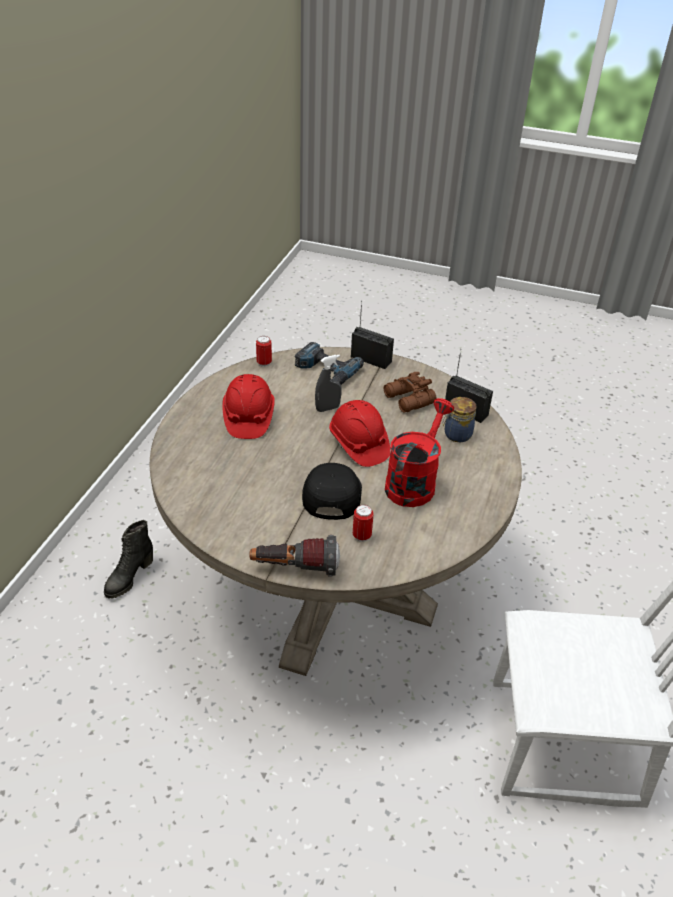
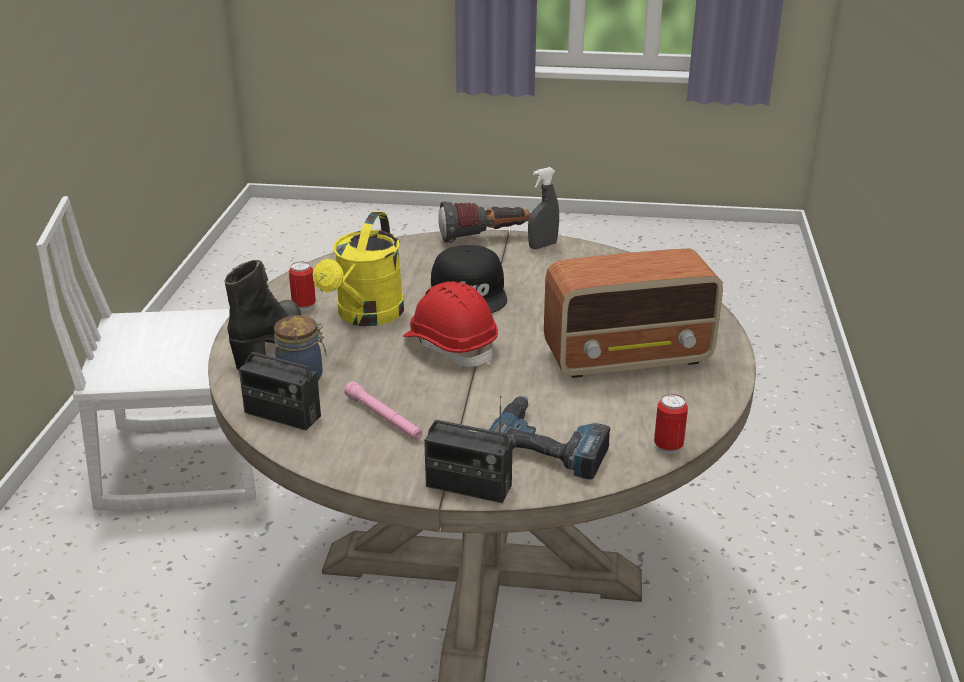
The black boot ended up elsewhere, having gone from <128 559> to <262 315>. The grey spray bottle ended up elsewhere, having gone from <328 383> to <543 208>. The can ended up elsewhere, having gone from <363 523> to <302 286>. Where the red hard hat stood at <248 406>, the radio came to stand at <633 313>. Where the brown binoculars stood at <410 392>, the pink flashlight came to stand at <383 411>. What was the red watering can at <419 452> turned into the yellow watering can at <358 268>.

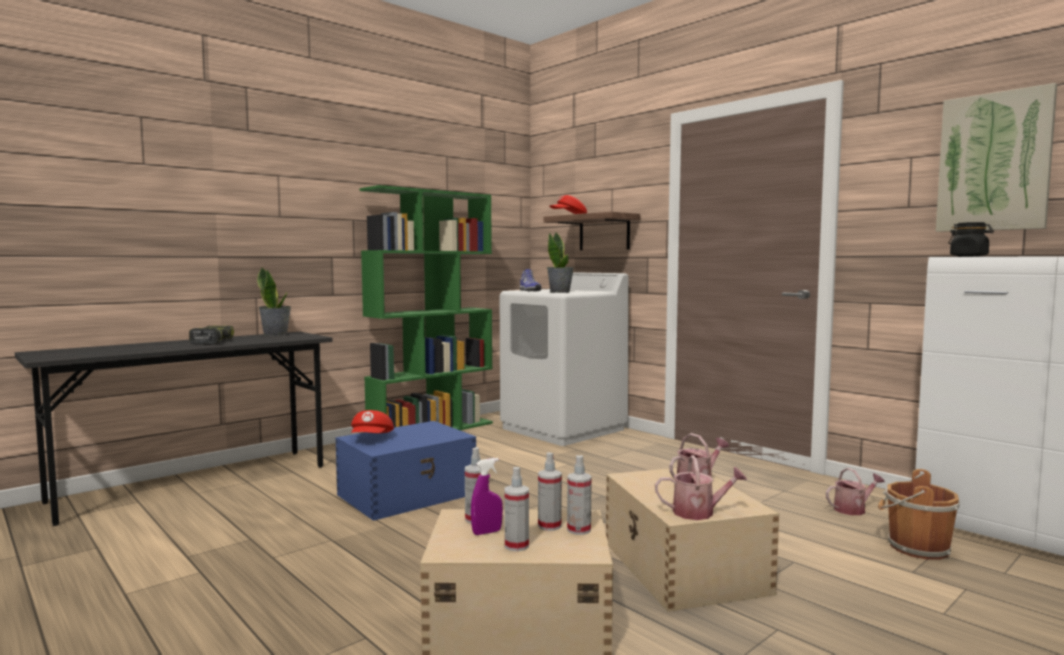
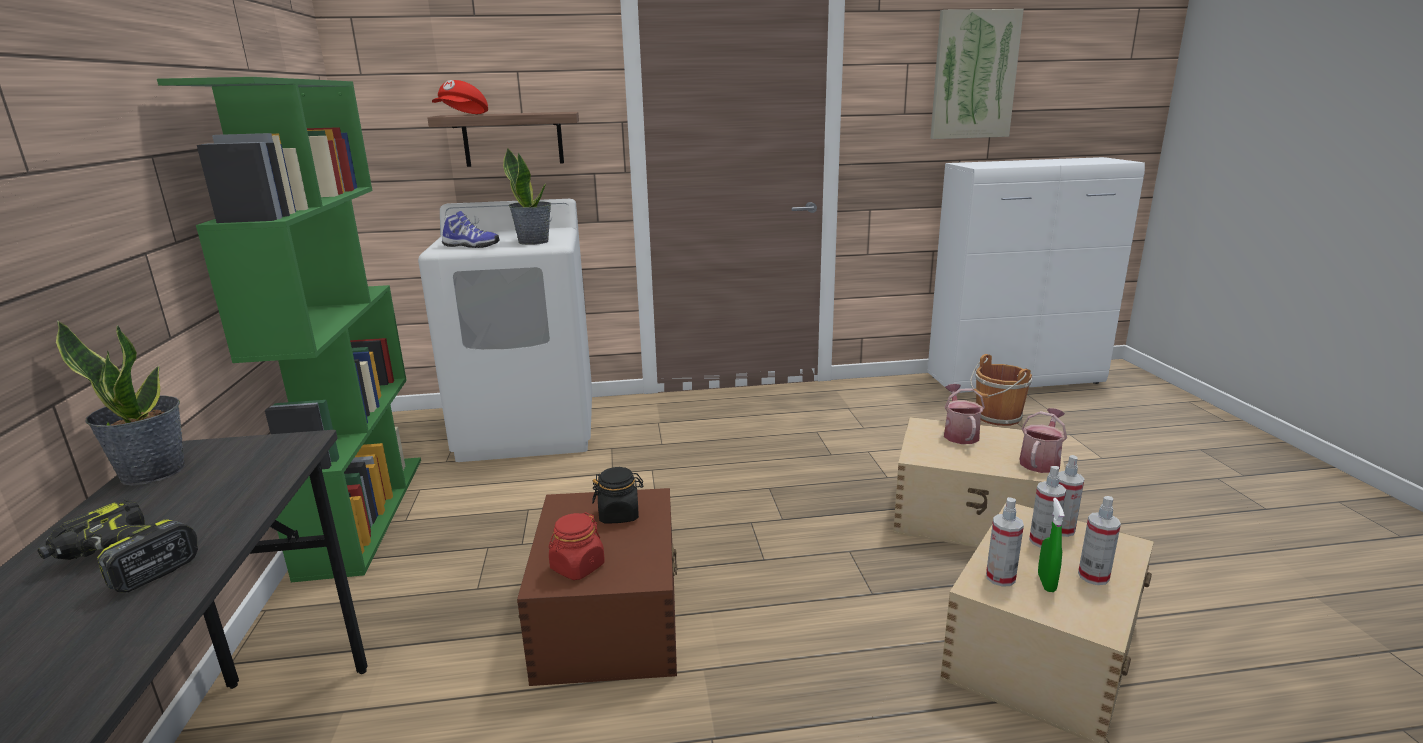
The second view lost the watering can at <855 491>. The black jar ended up elsewhere, having gone from <971 239> to <618 495>. Where the red cap stood at <372 421>, the red jar came to stand at <577 546>. What was the blue storage box at <405 471> turned into the brown storage box at <597 587>. What was the purple spray bottle at <487 496> turned into the green spray bottle at <1051 545>.

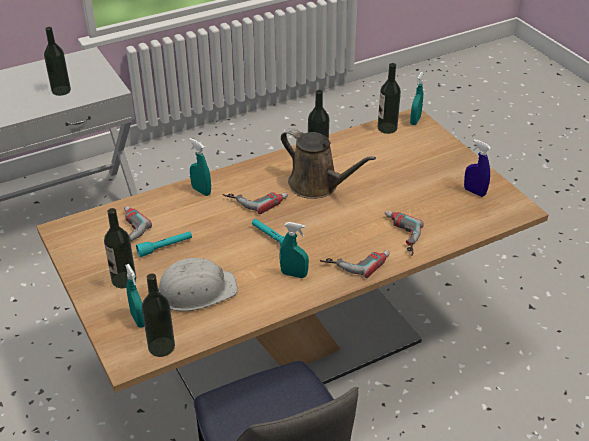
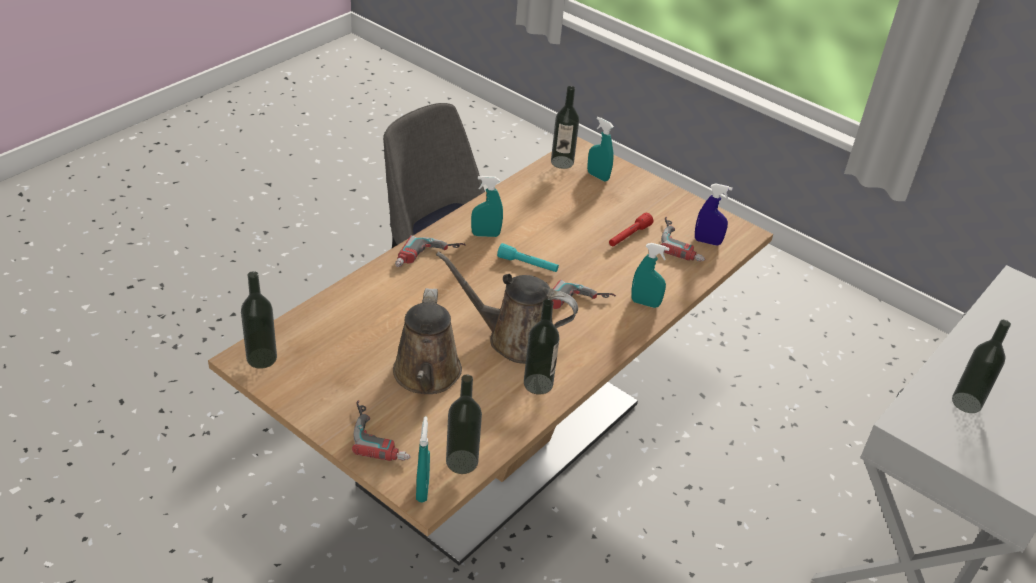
The second view lost the white hard hat at <198 284>. The second view gained the brown watering can at <427 341>. The bottle ended up elsewhere, having gone from <120 248> to <259 320>. The power drill ended up elsewhere, having gone from <404 233> to <381 430>. The blue spray bottle ended up elsewhere, having gone from <477 168> to <714 214>. What was the turquoise flashlight at <164 244> turned into the red flashlight at <631 230>.

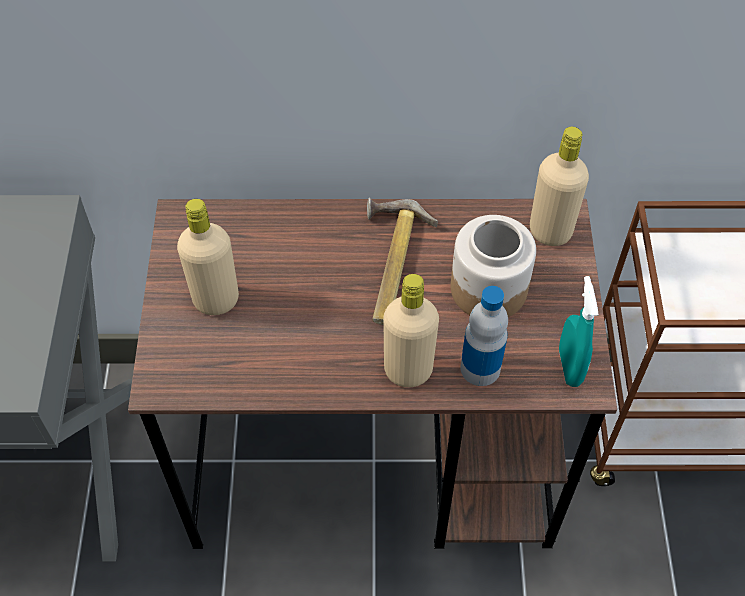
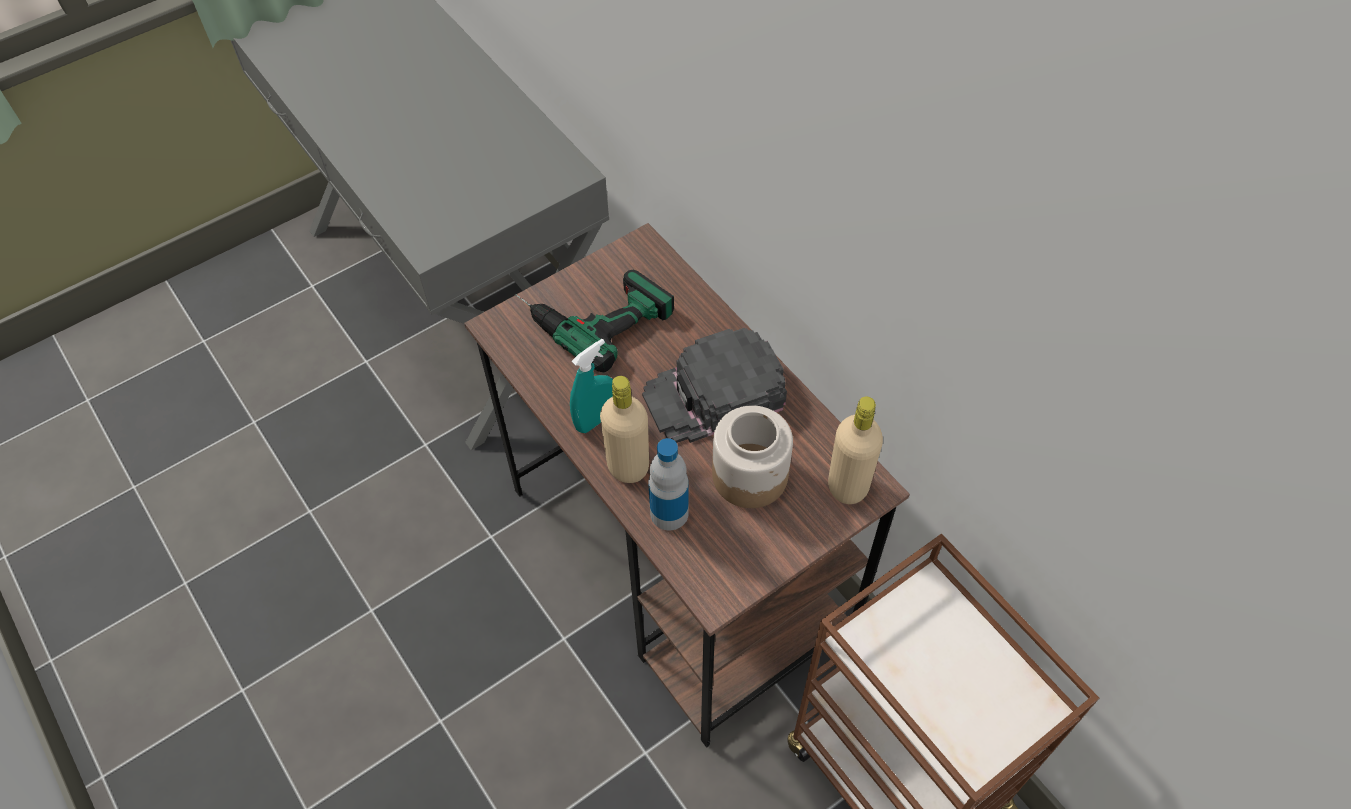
The turquoise spray bottle ended up elsewhere, having gone from <579 331> to <591 386>. Where the beige bottle stood at <208 257>, the power drill came to stand at <594 321>. Where the hammer stood at <402 261>, the black cap came to stand at <714 385>.

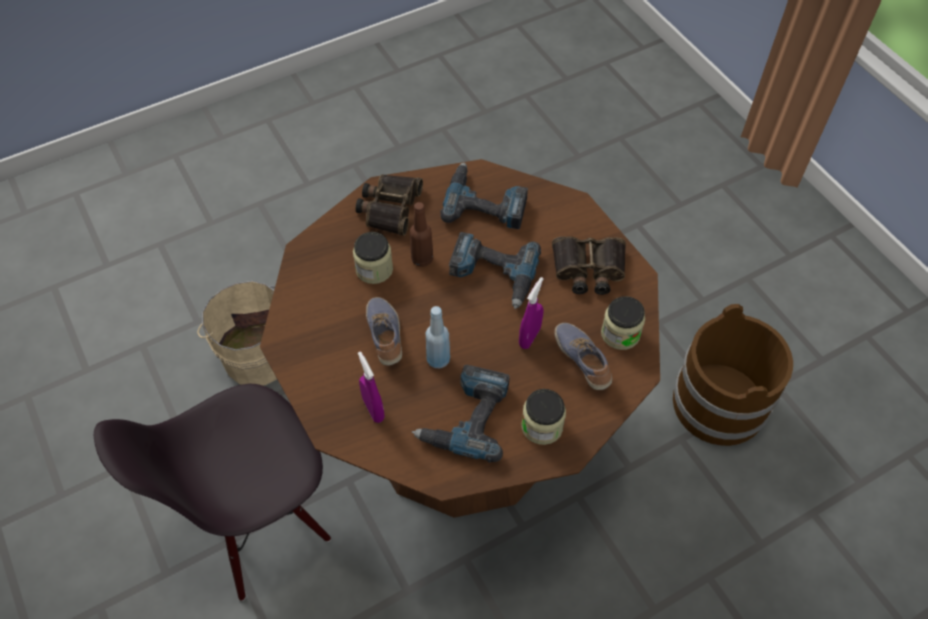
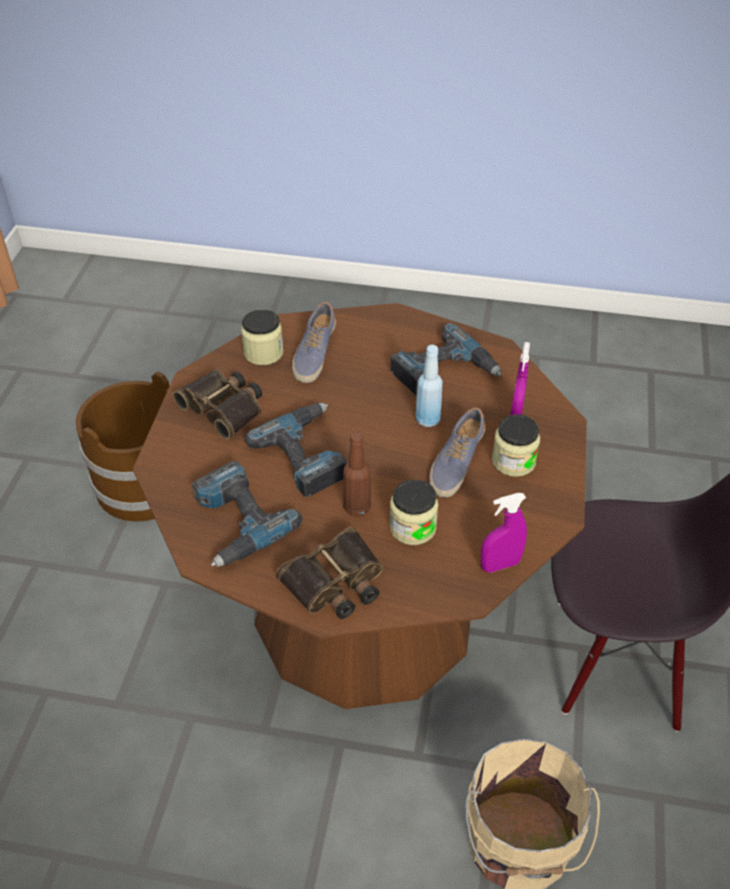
The purple spray bottle ended up elsewhere, having gone from <531 313> to <504 533>. The jar ended up elsewhere, having gone from <543 417> to <516 445>.

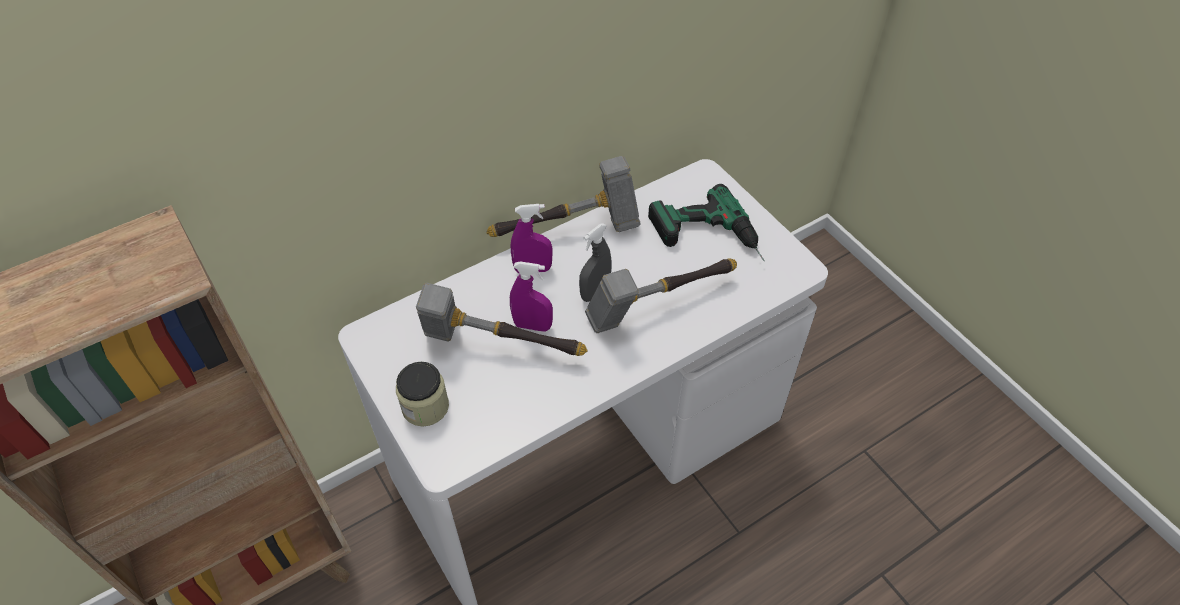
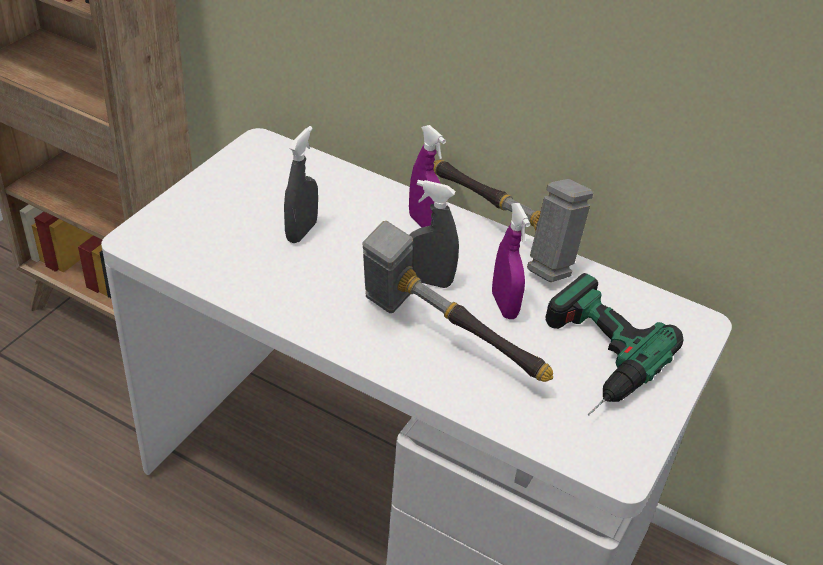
The second view lost the jar at <422 394>. The purple spray bottle ended up elsewhere, having gone from <531 296> to <511 261>. Where the hammer stood at <501 319>, the grey spray bottle came to stand at <301 184>.

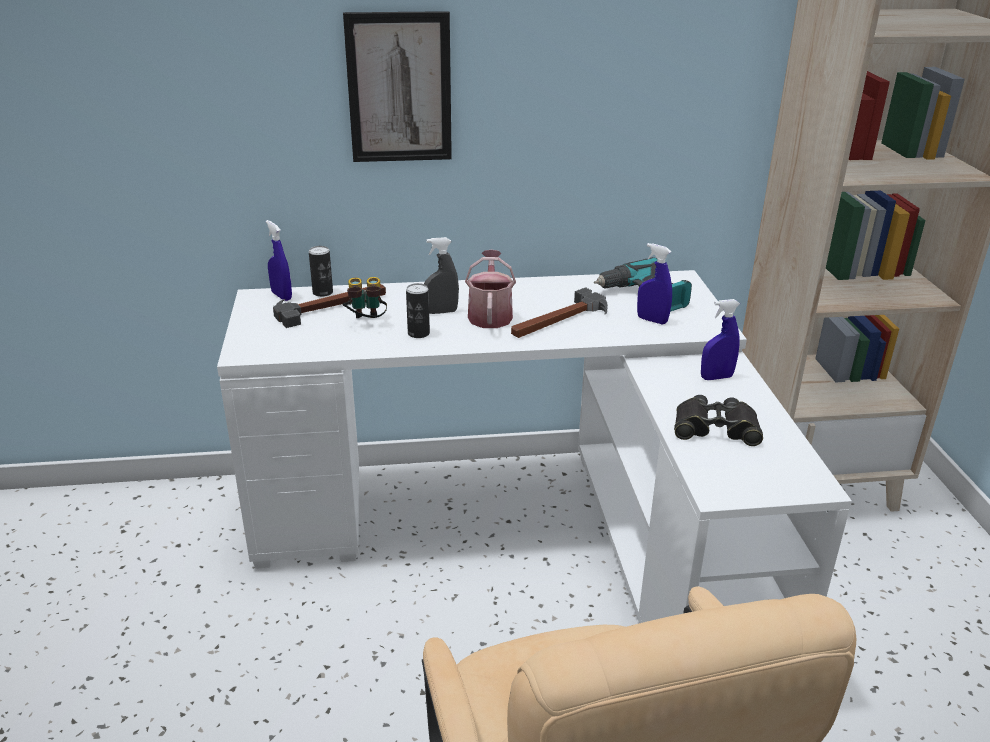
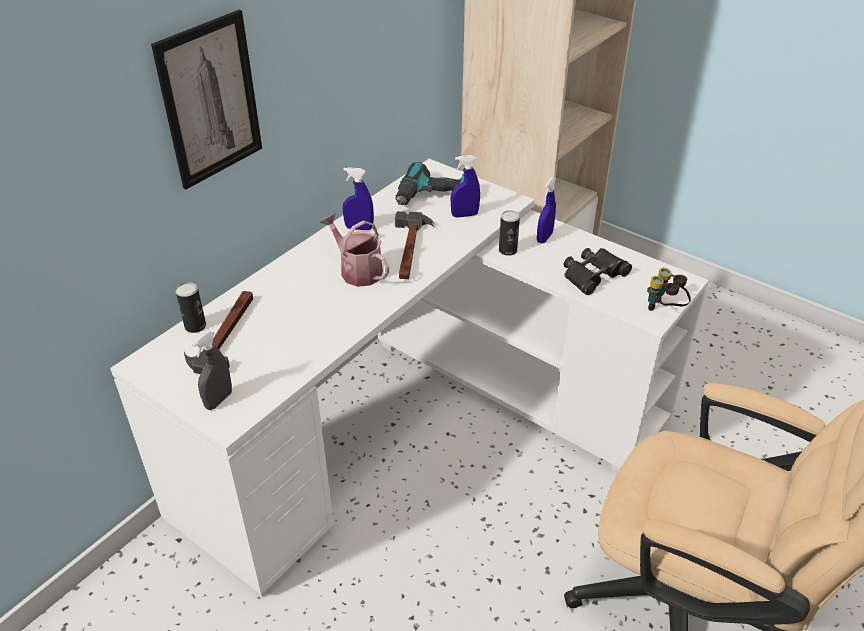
The blue spray bottle ended up elsewhere, having gone from <279 260> to <358 198>. The binoculars ended up elsewhere, having gone from <365 297> to <669 289>. The can ended up elsewhere, having gone from <418 310> to <509 233>. The grey spray bottle ended up elsewhere, having gone from <441 275> to <212 370>.

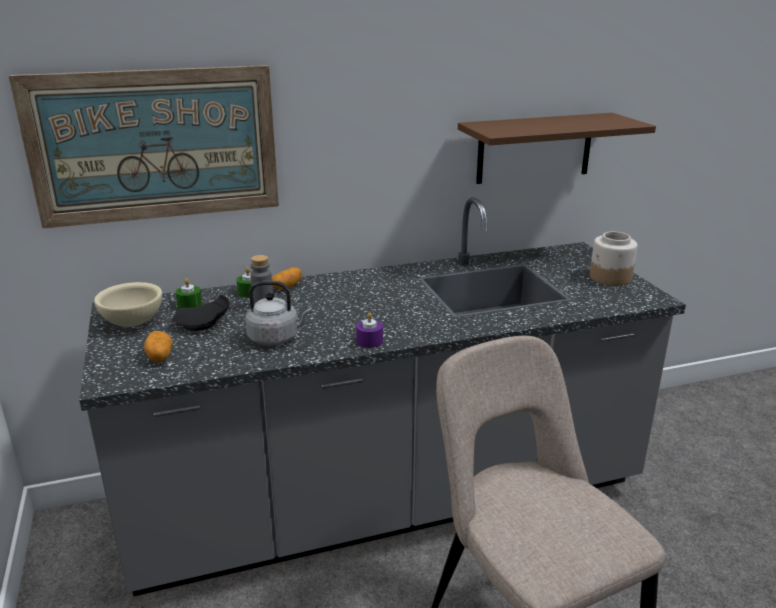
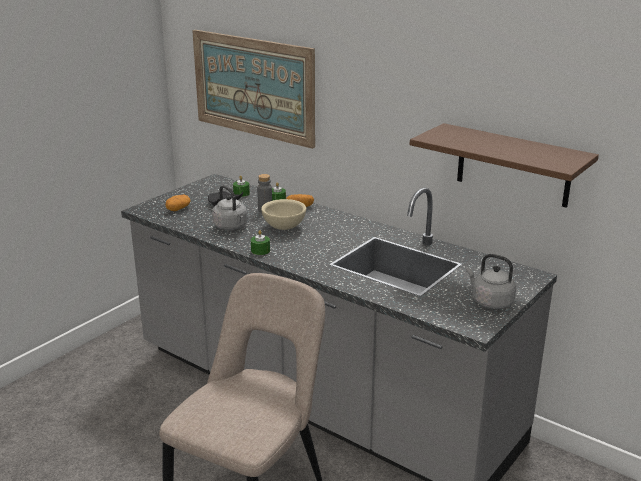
The beige bowl ended up elsewhere, having gone from <128 304> to <283 214>. Where the jar stood at <613 259>, the grey kettle came to stand at <491 281>. What was the purple candle at <369 330> turned into the green candle at <260 242>.

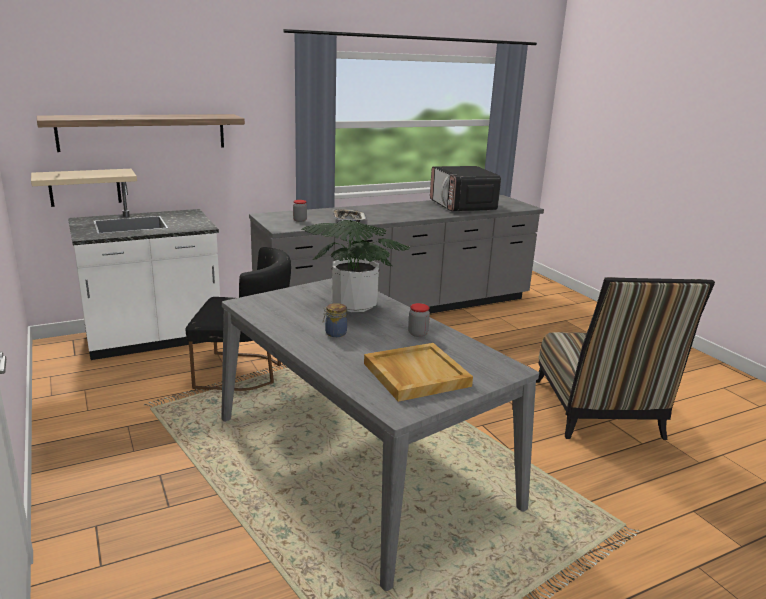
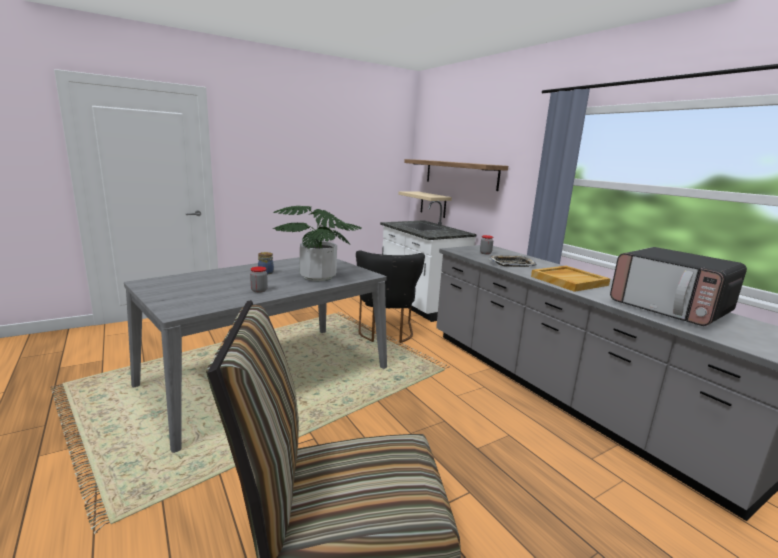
The beige tray ended up elsewhere, having gone from <418 372> to <570 279>. The microwave at <465 189> ended up facing another way, 105 degrees counterclockwise from before.

